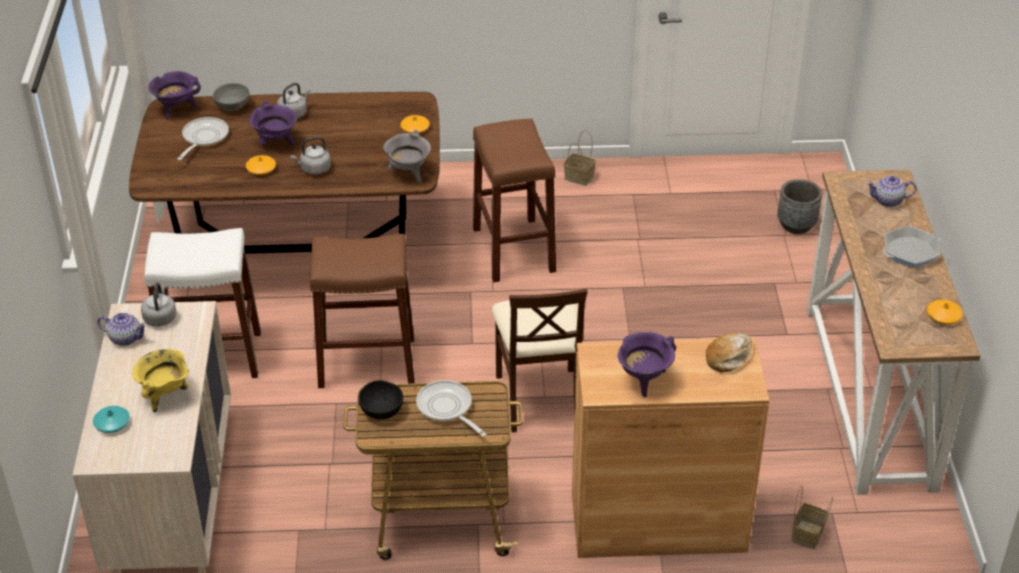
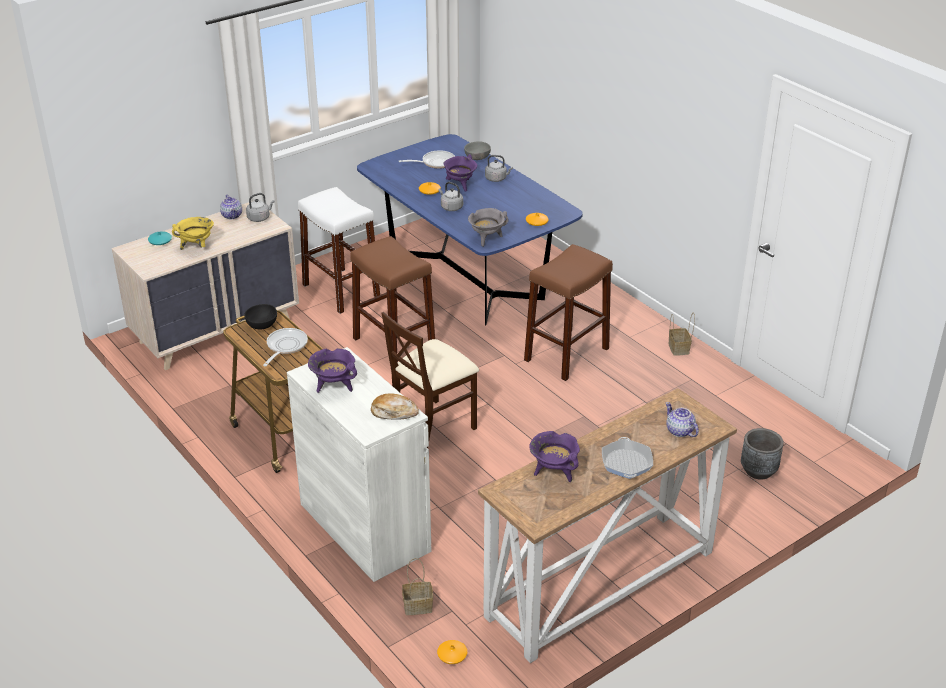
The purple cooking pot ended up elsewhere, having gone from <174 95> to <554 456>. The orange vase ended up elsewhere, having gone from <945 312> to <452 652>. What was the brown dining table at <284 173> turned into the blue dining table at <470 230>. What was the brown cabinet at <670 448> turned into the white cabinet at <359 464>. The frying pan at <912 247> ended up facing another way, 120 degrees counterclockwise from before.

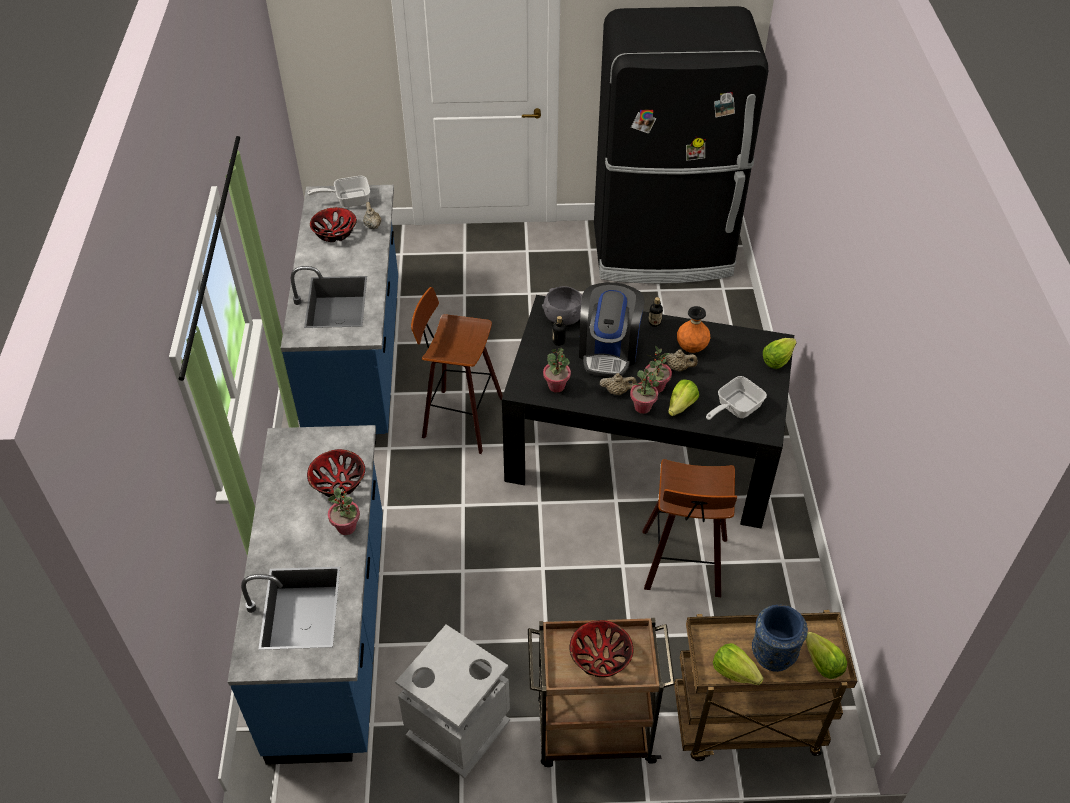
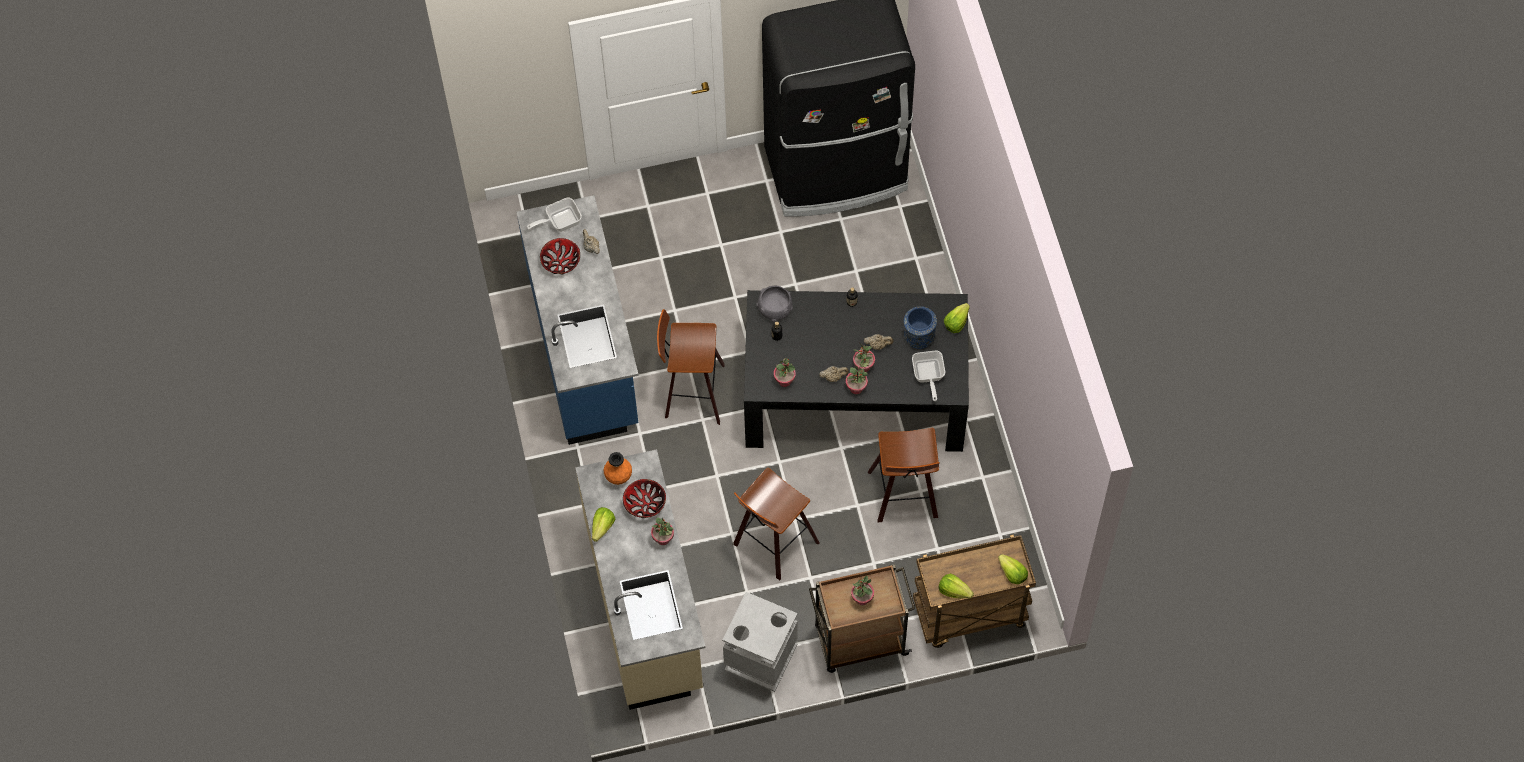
The second view lost the coffee machine at <612 329>. The second view gained the stool at <776 524>. The lettuce ended up elsewhere, having gone from <683 398> to <603 524>. The orange vase ended up elsewhere, having gone from <693 329> to <618 468>. The blue vase ended up elsewhere, having gone from <780 638> to <920 327>. Where the bowl stood at <602 648>, the potted plant came to stand at <862 590>. What was the blue counter at <305 595> turned into the beige counter at <640 579>. The frying pan at <736 398> ended up facing another way, 45 degrees counterclockwise from before.

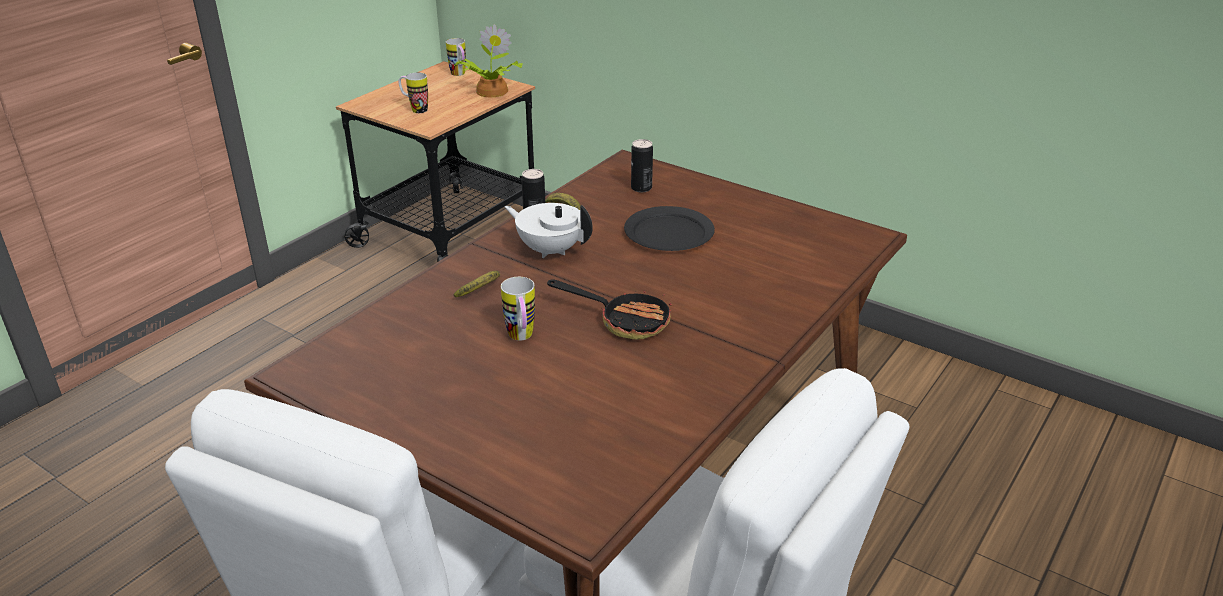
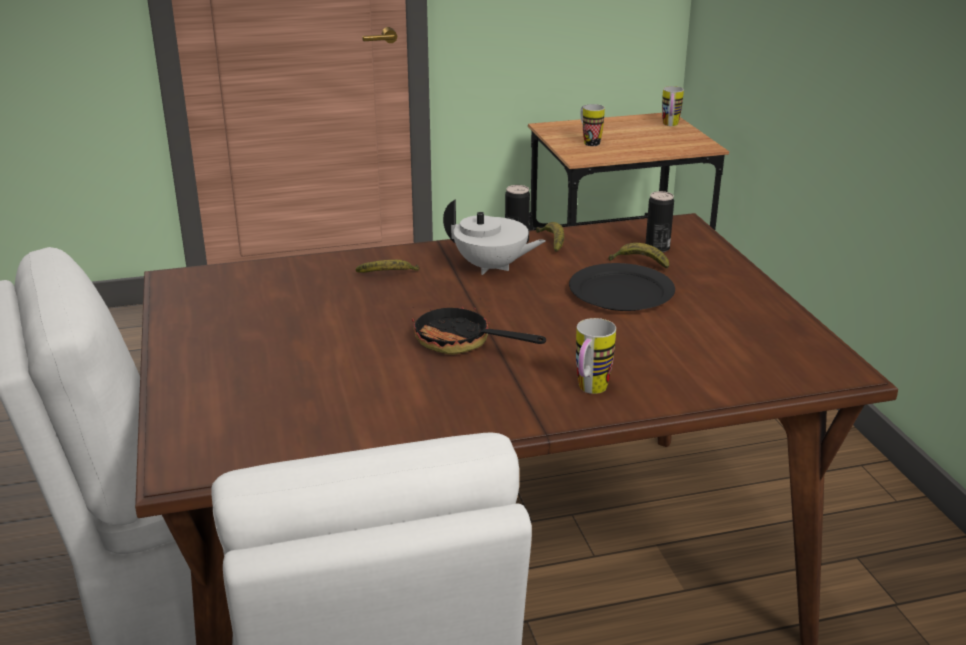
The second view lost the potted plant at <488 60>. The second view gained the banana at <638 256>. The mug ended up elsewhere, having gone from <518 309> to <596 356>. The white teapot at <549 230> ended up facing another way, 135 degrees clockwise from before. The frying pan at <609 310> ended up facing another way, 150 degrees clockwise from before.

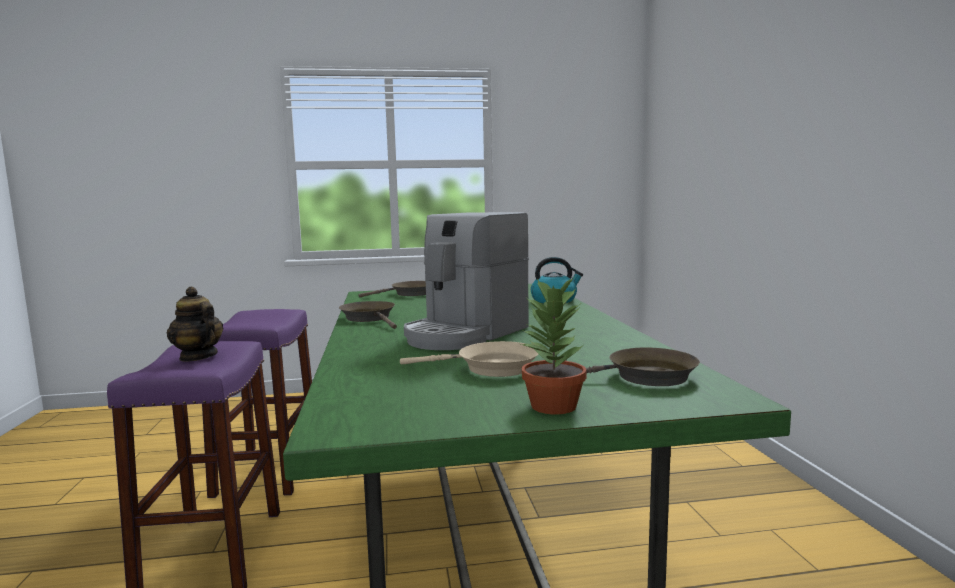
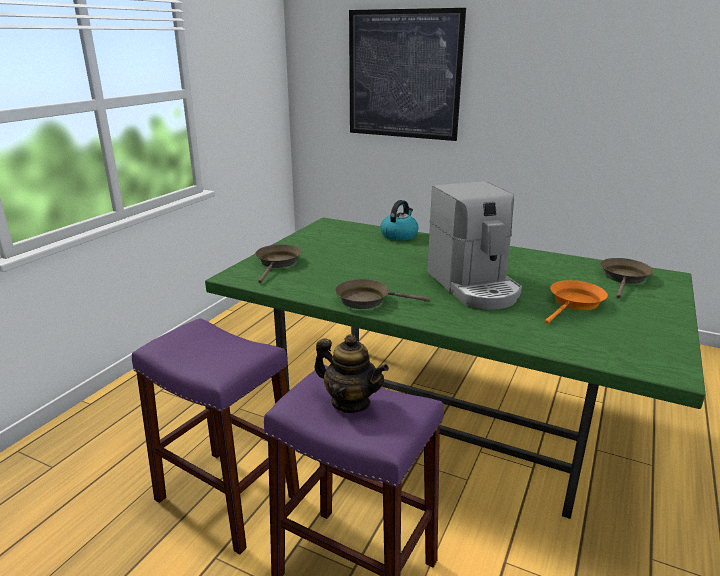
The second view lost the potted plant at <554 345>. The second view gained the picture at <407 74>. What was the beige frying pan at <469 359> turned into the orange frying pan at <576 302>. The teapot at <195 324> ended up facing another way, 135 degrees counterclockwise from before.

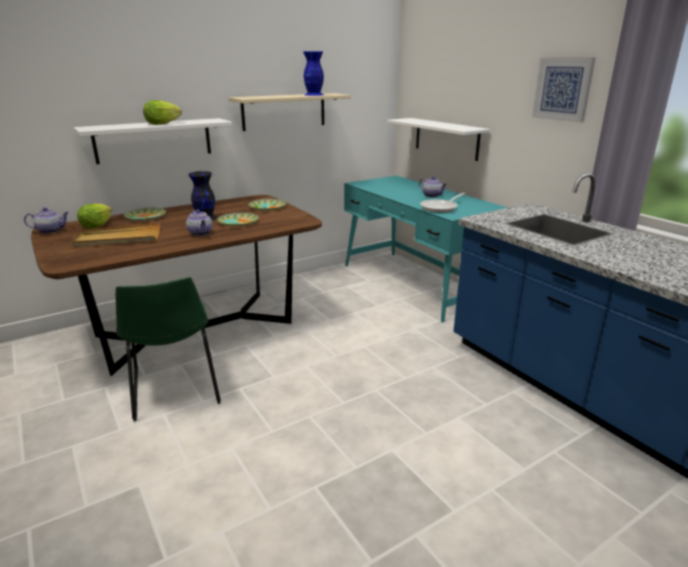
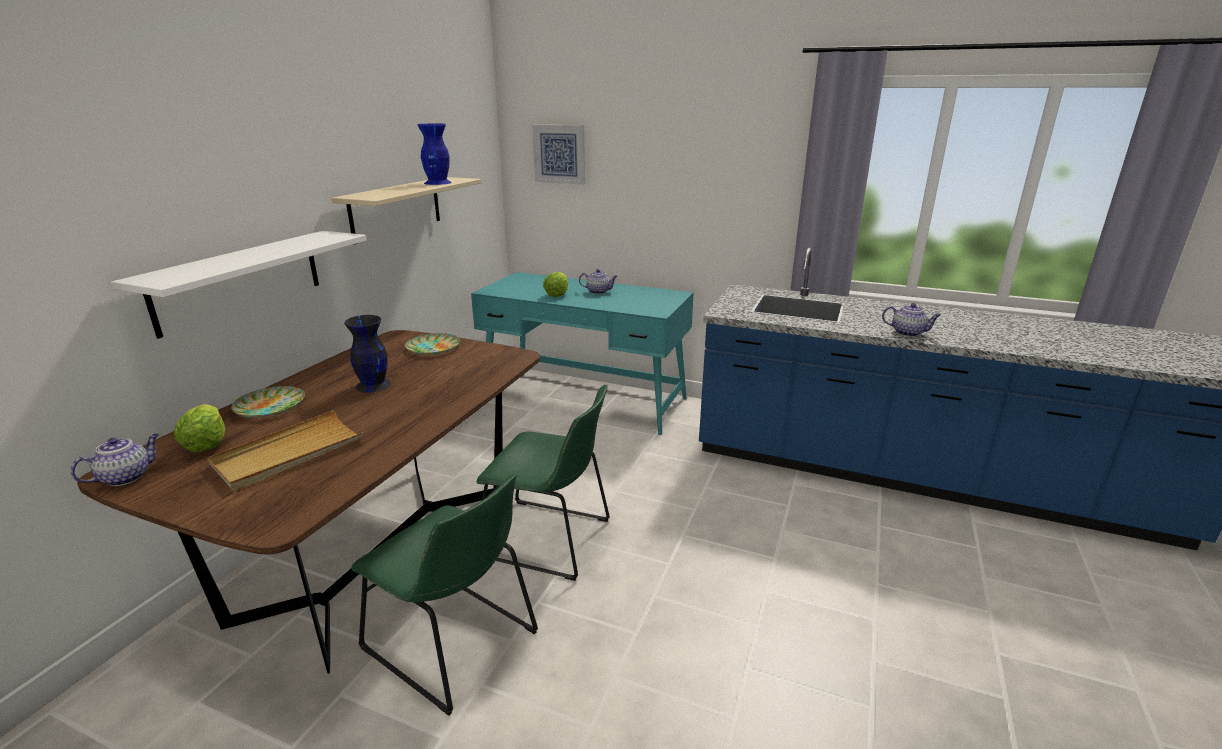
The second view lost the plate at <238 219>. The second view lost the white shelf at <439 139>. The second view lost the frying pan at <443 203>. The second view gained the green chair at <543 482>. The lettuce ended up elsewhere, having gone from <162 112> to <555 284>. The teapot ended up elsewhere, having gone from <199 223> to <911 320>. The picture ended up elsewhere, having gone from <563 90> to <558 154>.

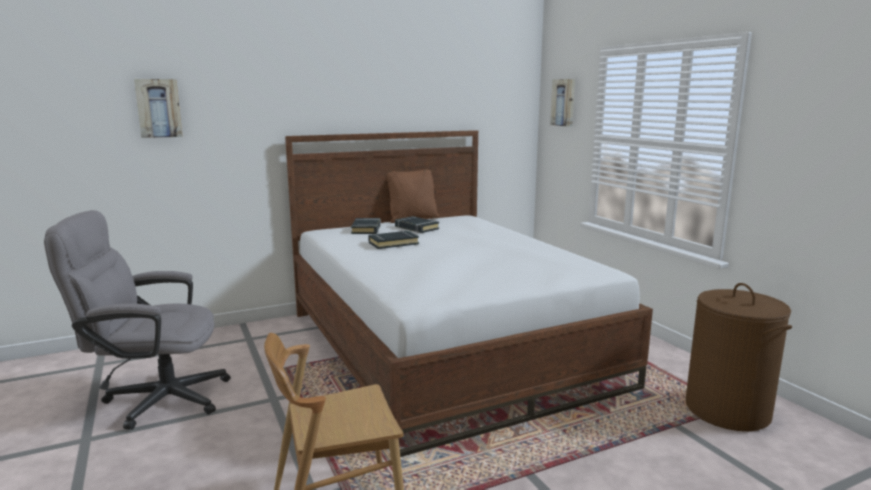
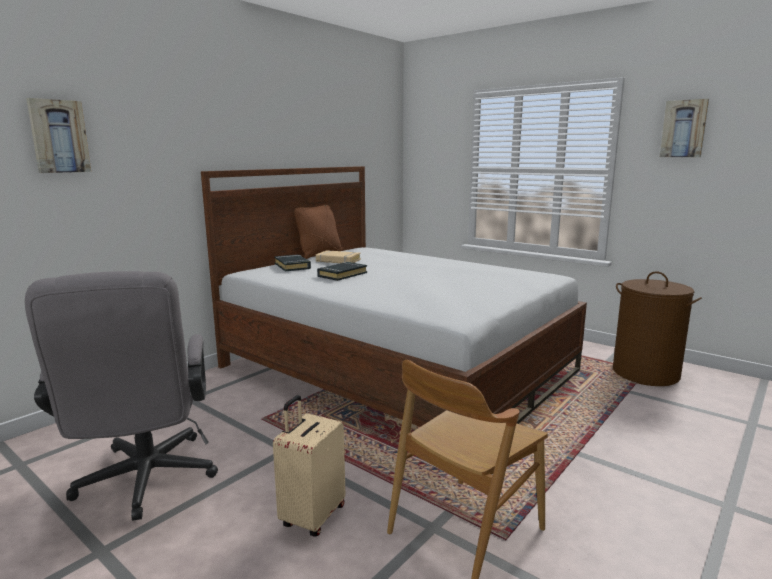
The second view gained the beige suitcase at <309 466>. The picture ended up elsewhere, having gone from <562 103> to <684 128>. What was the black book at <417 224> turned into the beige book at <338 256>. The grey office chair at <137 320> ended up facing another way, 75 degrees counterclockwise from before.

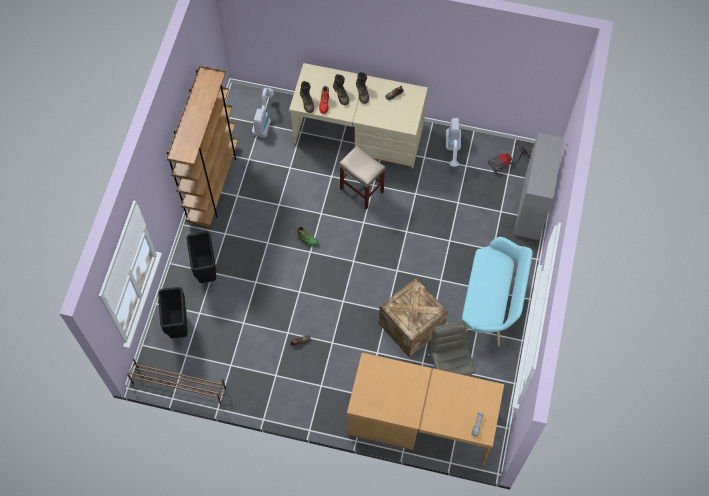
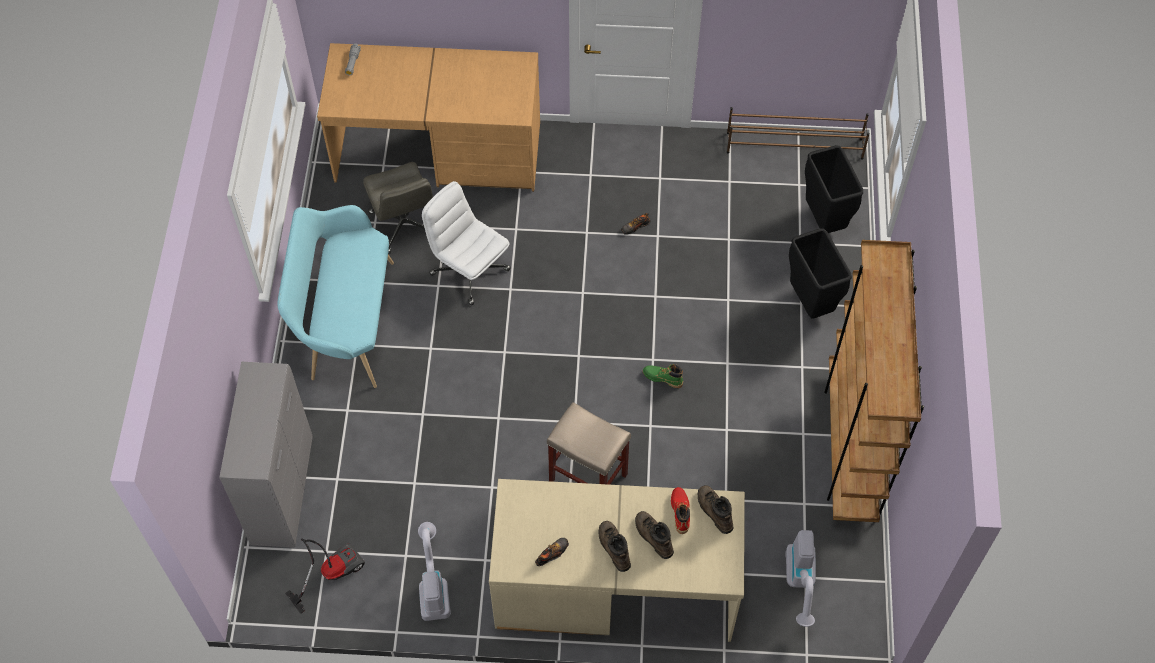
Where the crate stood at <413 317>, the white office chair came to stand at <466 243>.

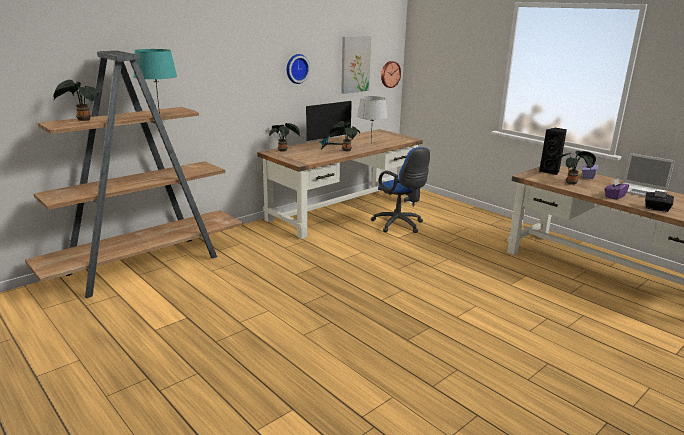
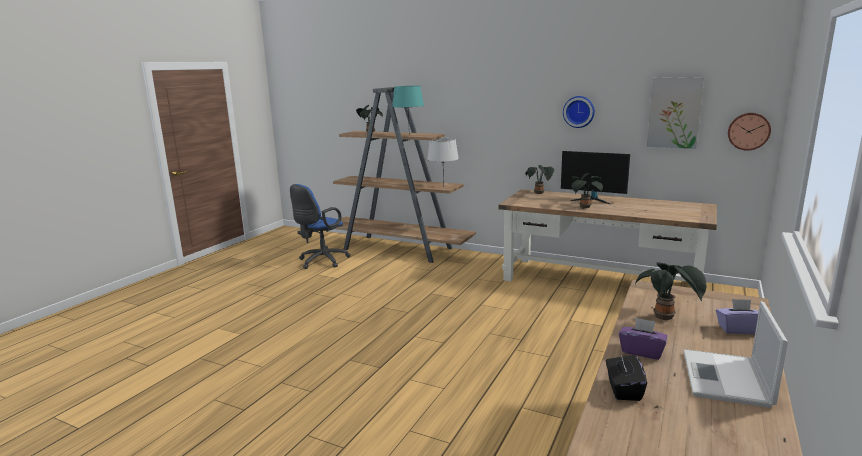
The second view lost the black speaker at <553 151>. The grey table lamp ended up elsewhere, having gone from <372 119> to <443 162>. The blue office chair ended up elsewhere, having gone from <400 190> to <320 226>.

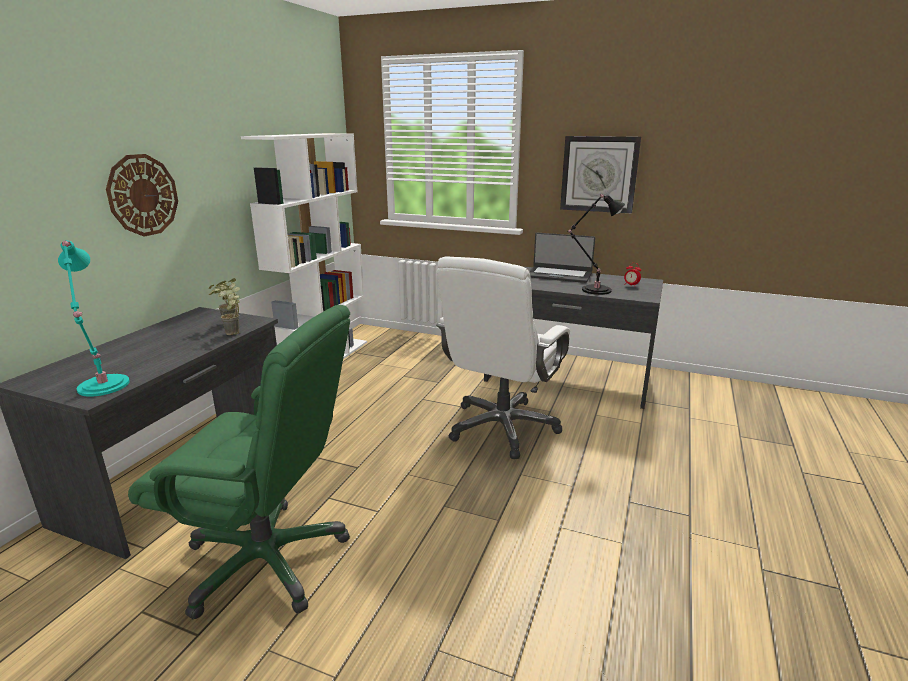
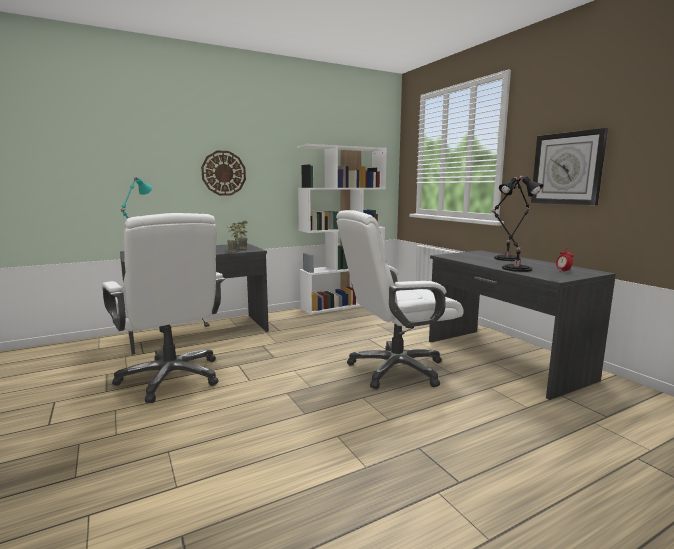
Where the laptop stood at <562 258>, the black table lamp came to stand at <512 219>. What was the green office chair at <239 462> turned into the white office chair at <163 308>.

